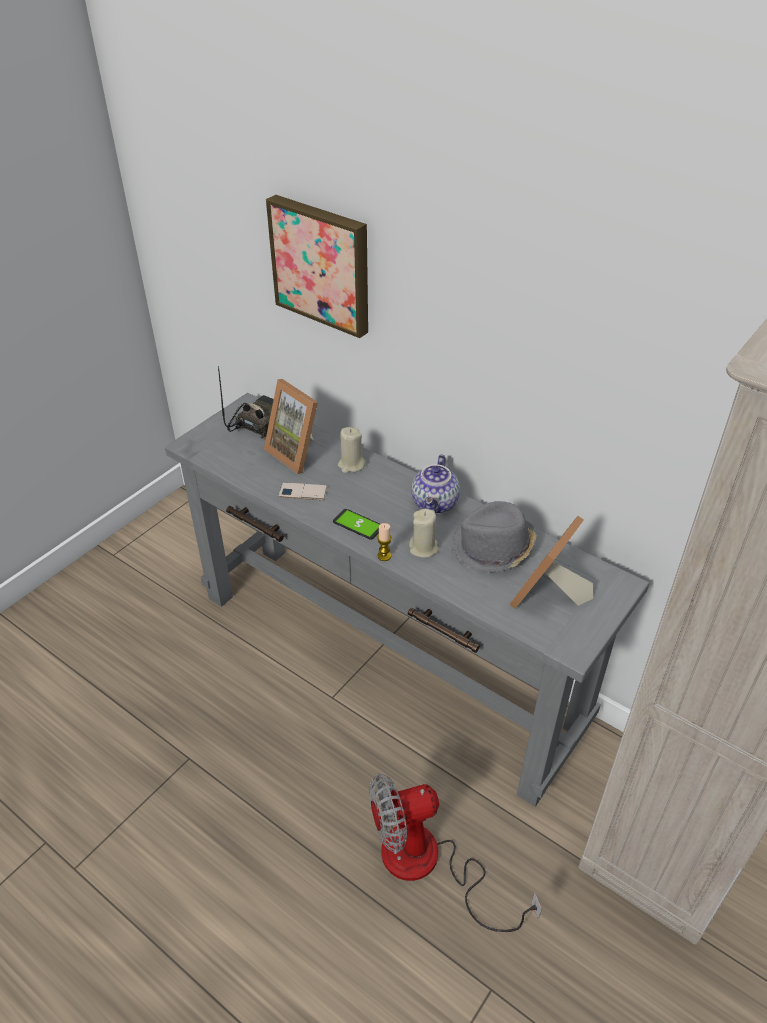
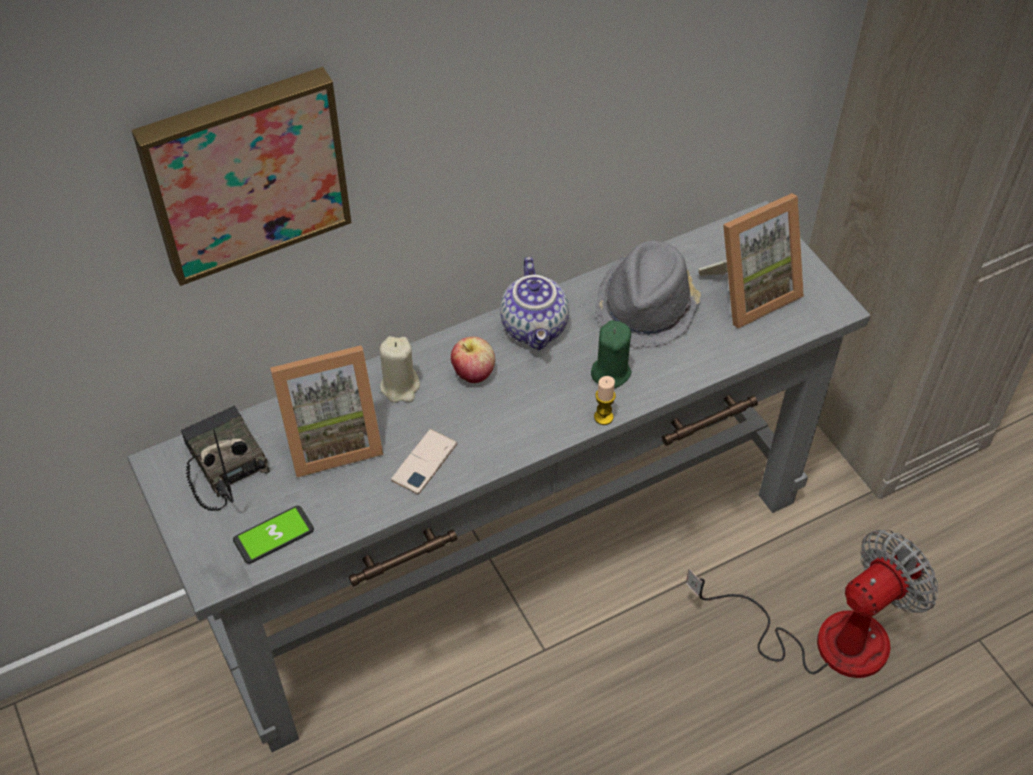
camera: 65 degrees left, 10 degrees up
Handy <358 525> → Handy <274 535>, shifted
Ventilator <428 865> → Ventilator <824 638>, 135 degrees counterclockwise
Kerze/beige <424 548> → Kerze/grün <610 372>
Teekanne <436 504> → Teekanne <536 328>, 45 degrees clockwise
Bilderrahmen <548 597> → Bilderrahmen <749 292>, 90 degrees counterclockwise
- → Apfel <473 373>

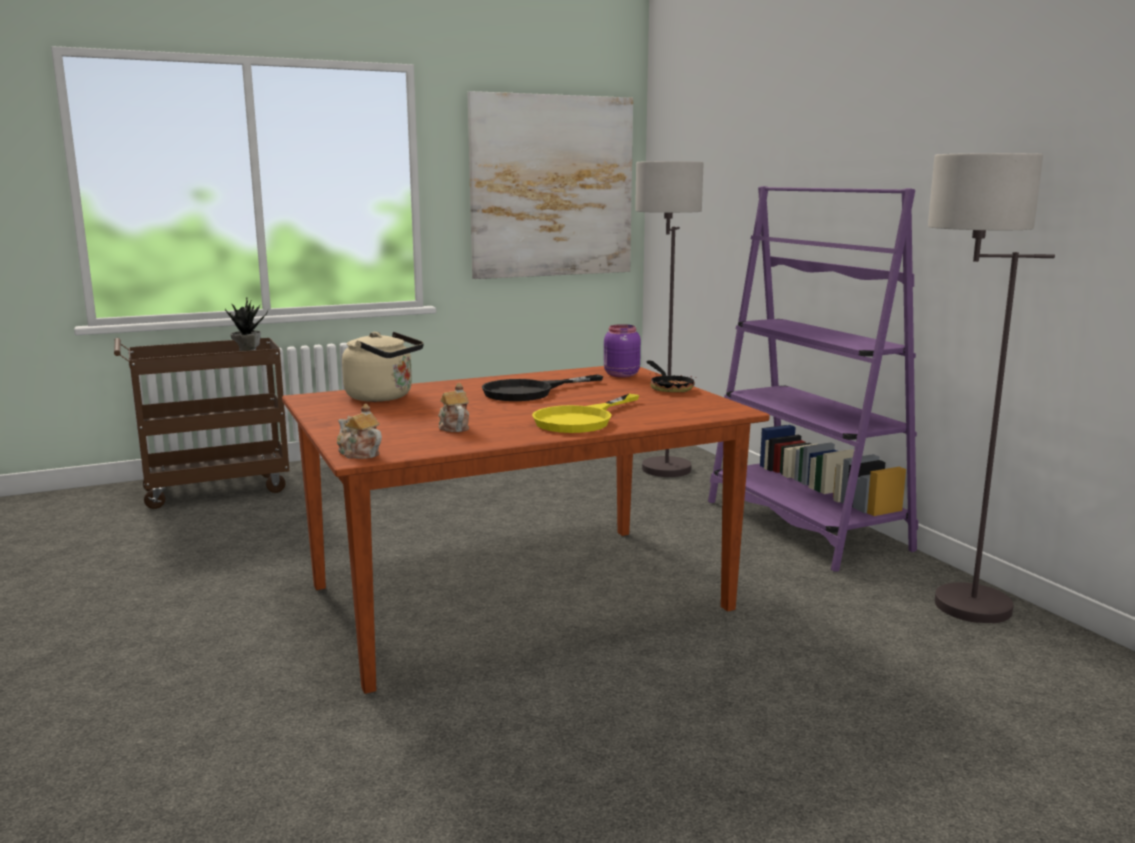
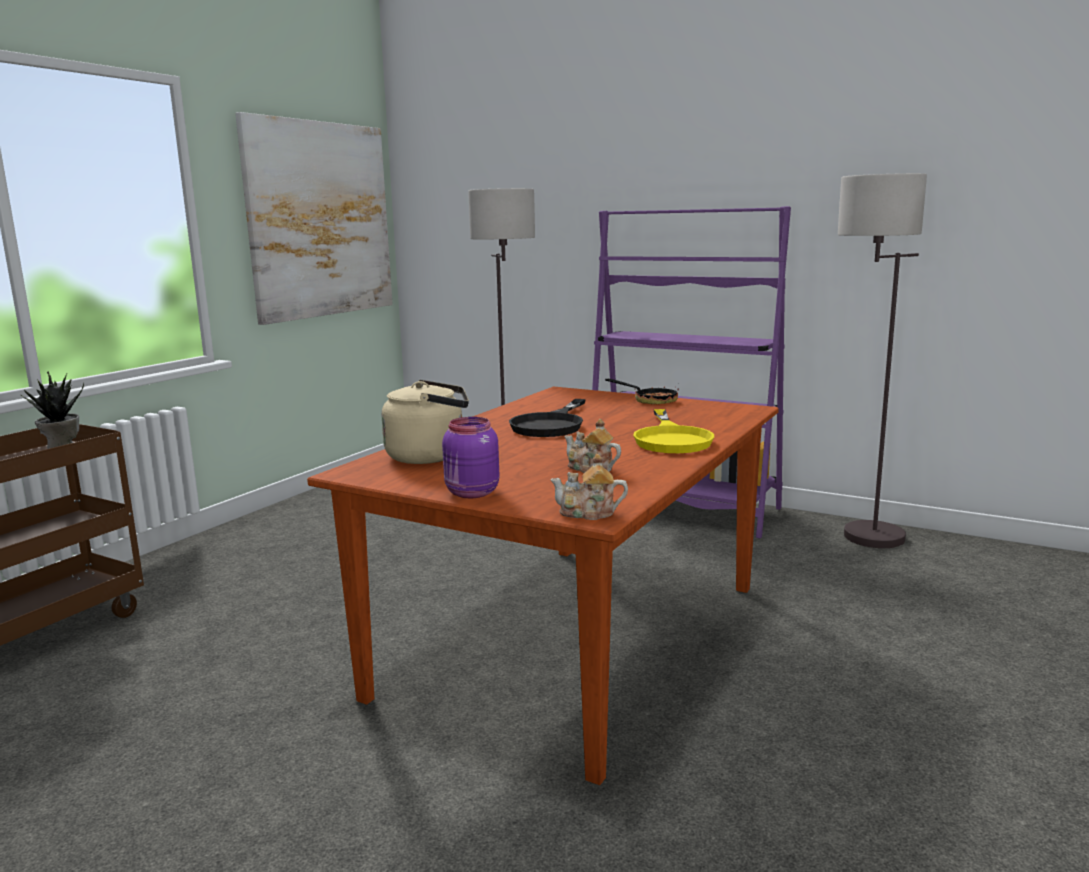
camera: 35 degrees left, 0 degrees up
Vorratsglas/lila <620 375> → Vorratsglas/lila <471 493>, shifted

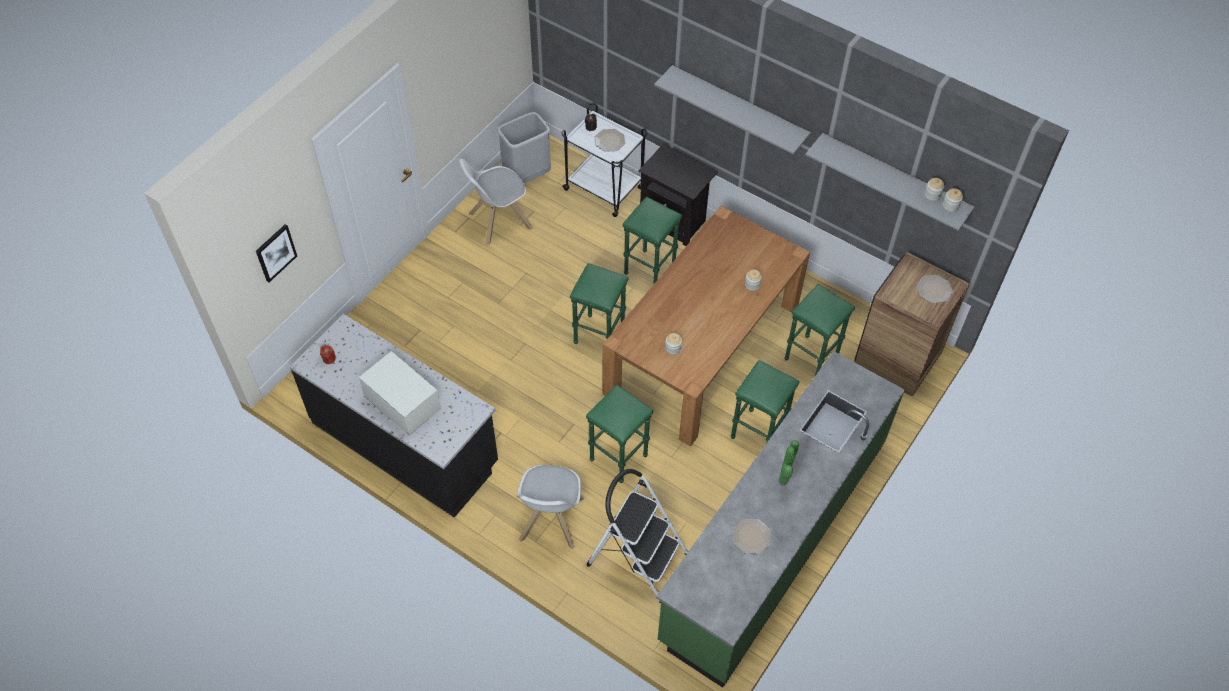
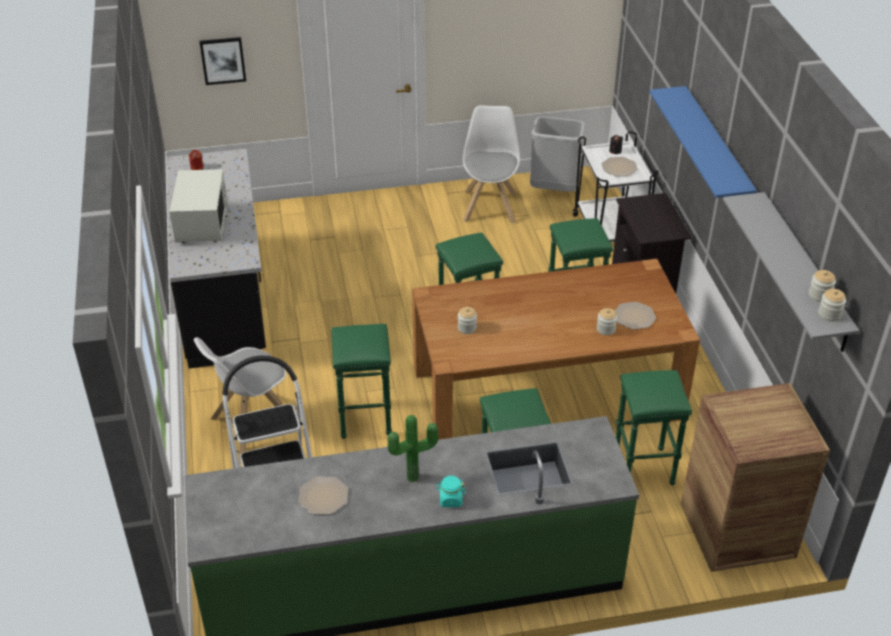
camera: 45 degrees right, 15 degrees down
Stuhl <498 221> → Stuhl <490 205>, 75 degrees clockwise
Wandregal/grau <738 108> → Wandregal/blau <716 149>
Teller <934 289> → Teller <634 316>, shifted
- → Vorratsglas/türkis <450 500>

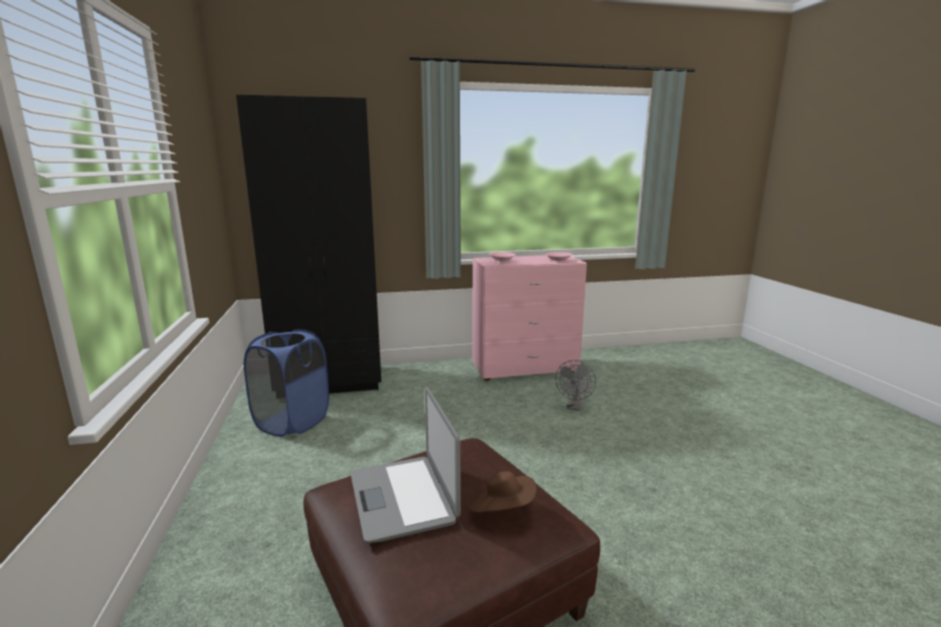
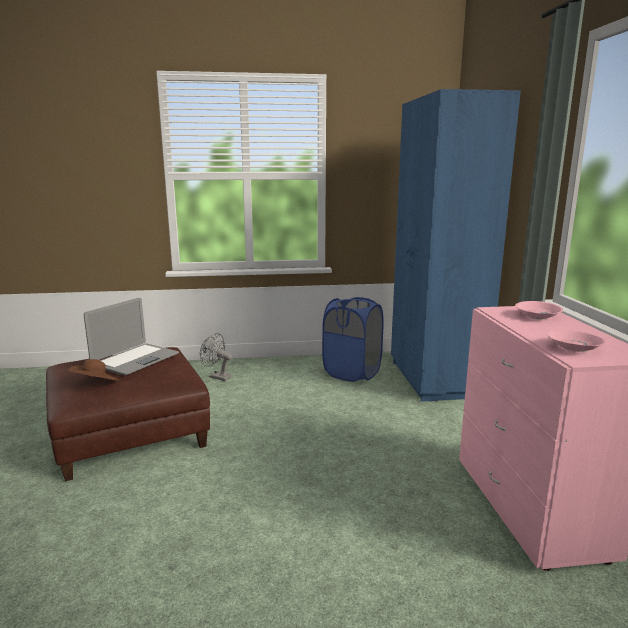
camera: 95 degrees right, 0 degrees up
Kleiderschrank/schwarz <331 382> → Kleiderschrank/blau <434 380>
Laptop <403 497> → Laptop <135 360>, 135 degrees clockwise
Ventilator/grau <575 407> → Ventilator/grau <217 377>, shifted

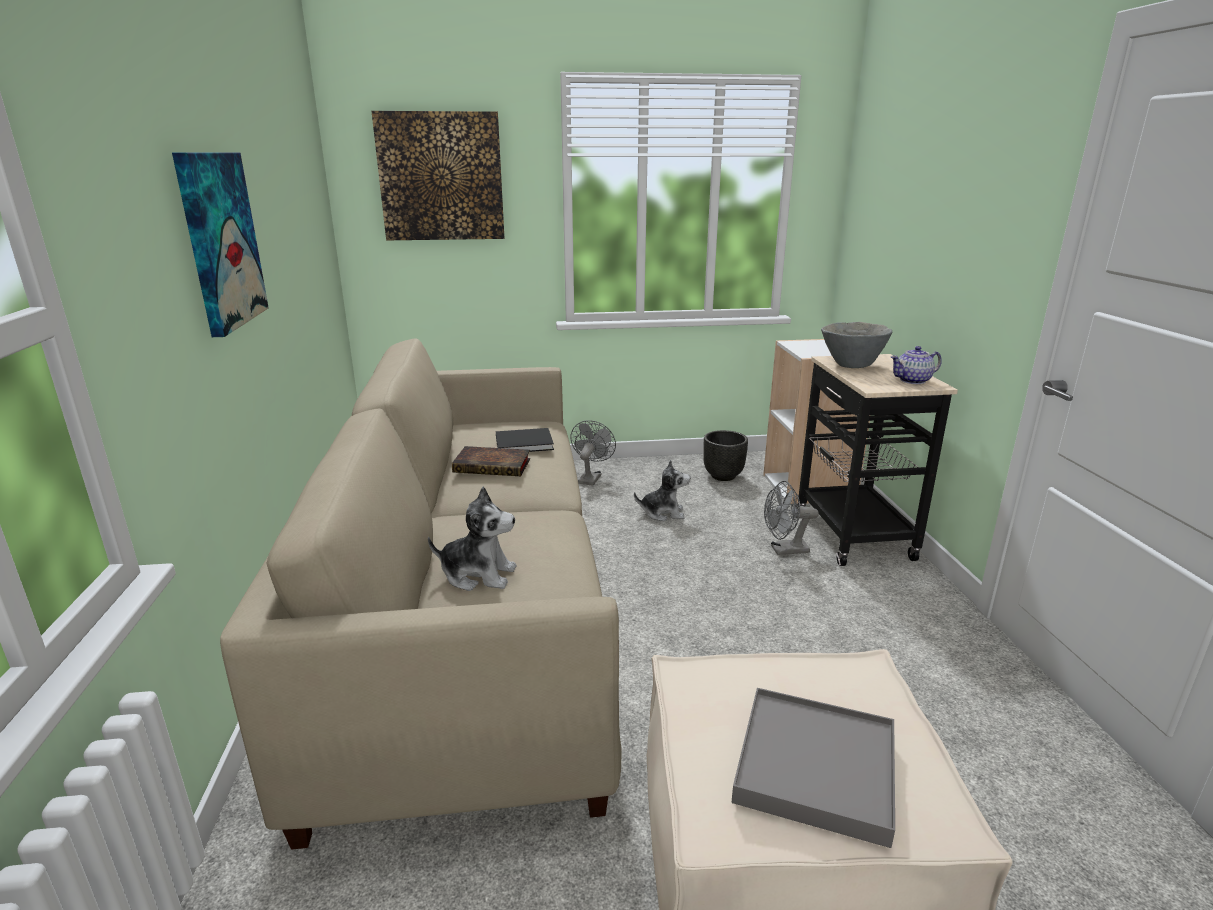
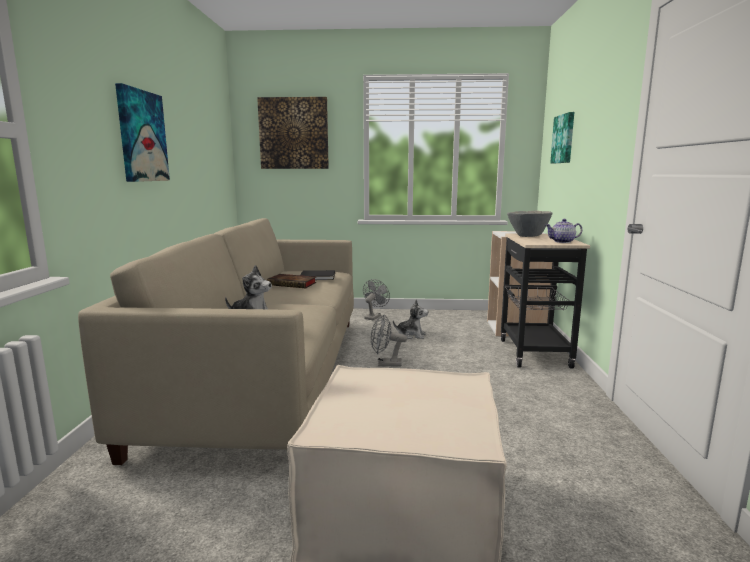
camera: 10 degrees right, 10 degrees down
Pflanzkübel/schwarz <723 476> → -
Tablett/grau <814 767> → -
Ventilator/grau <784 550> → Ventilator/grau <385 364>, shifted
- → Bild <564 139>

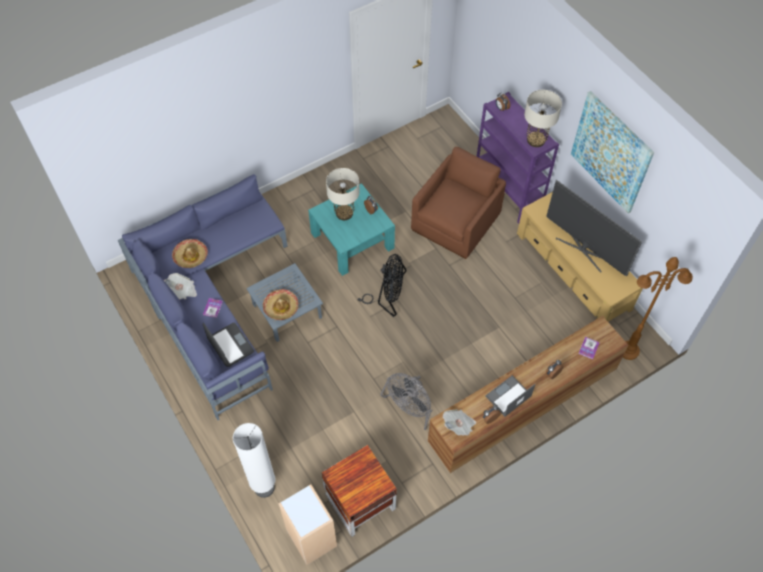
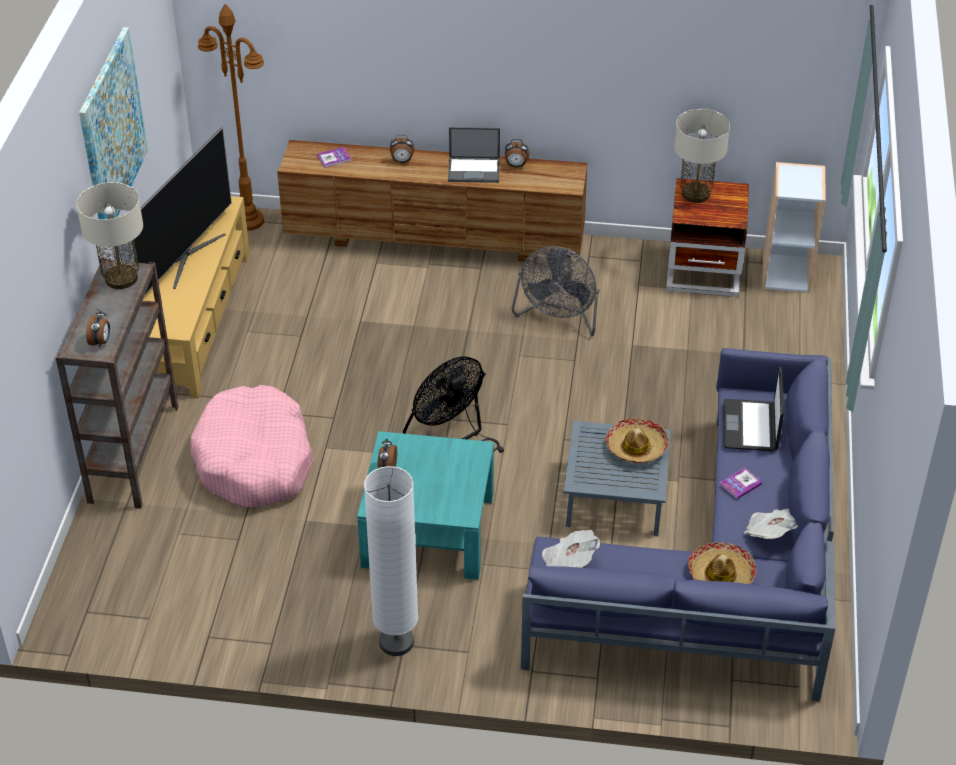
camera: 140 degrees left, 15 degrees down
Stehlampe/weiß <264 487> → Stehlampe/weiß <396 642>, shifted
Tischlampe <344 213> → Tischlampe <695 194>, shifted
Ventilator/grau <410 404> → Ventilator/grau <556 315>, 120 degrees clockwise
Sessel/braun <456 222> → Hundebett/rosa <255 461>
Zeitung <459 425> → Zeitung <568 561>, shifted
Bücherregal/lila <507 192> → Bücherregal/grau <133 453>
Fernseher <584 249> → Fernseher <187 257>, 150 degrees counterclockwise

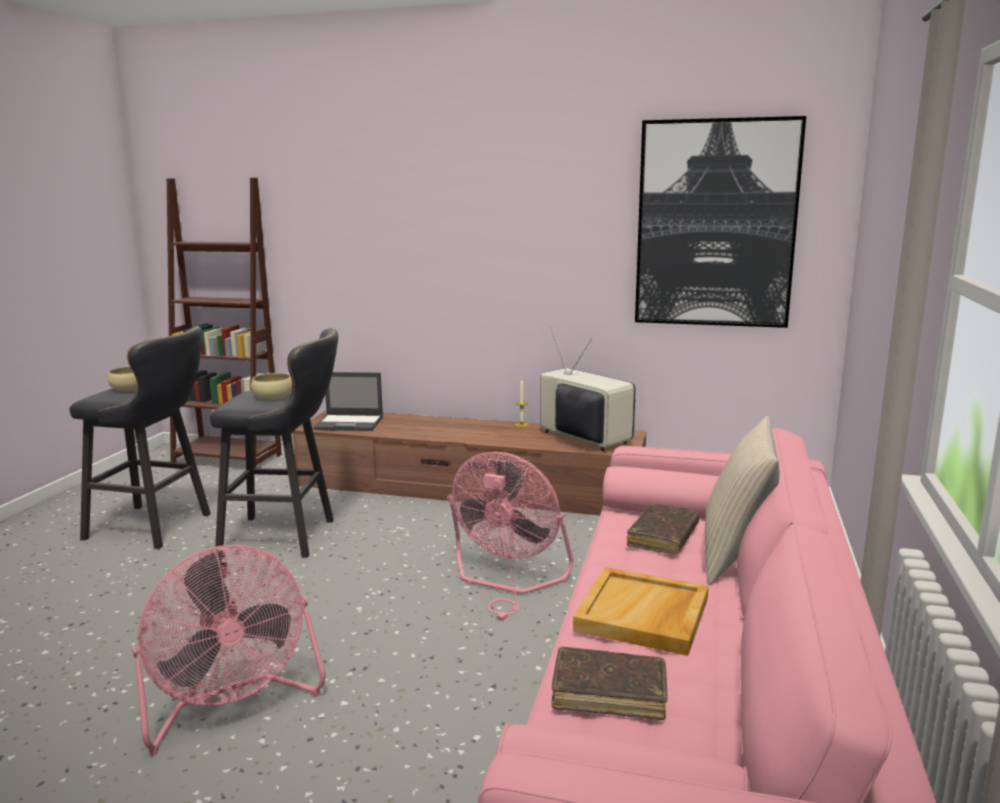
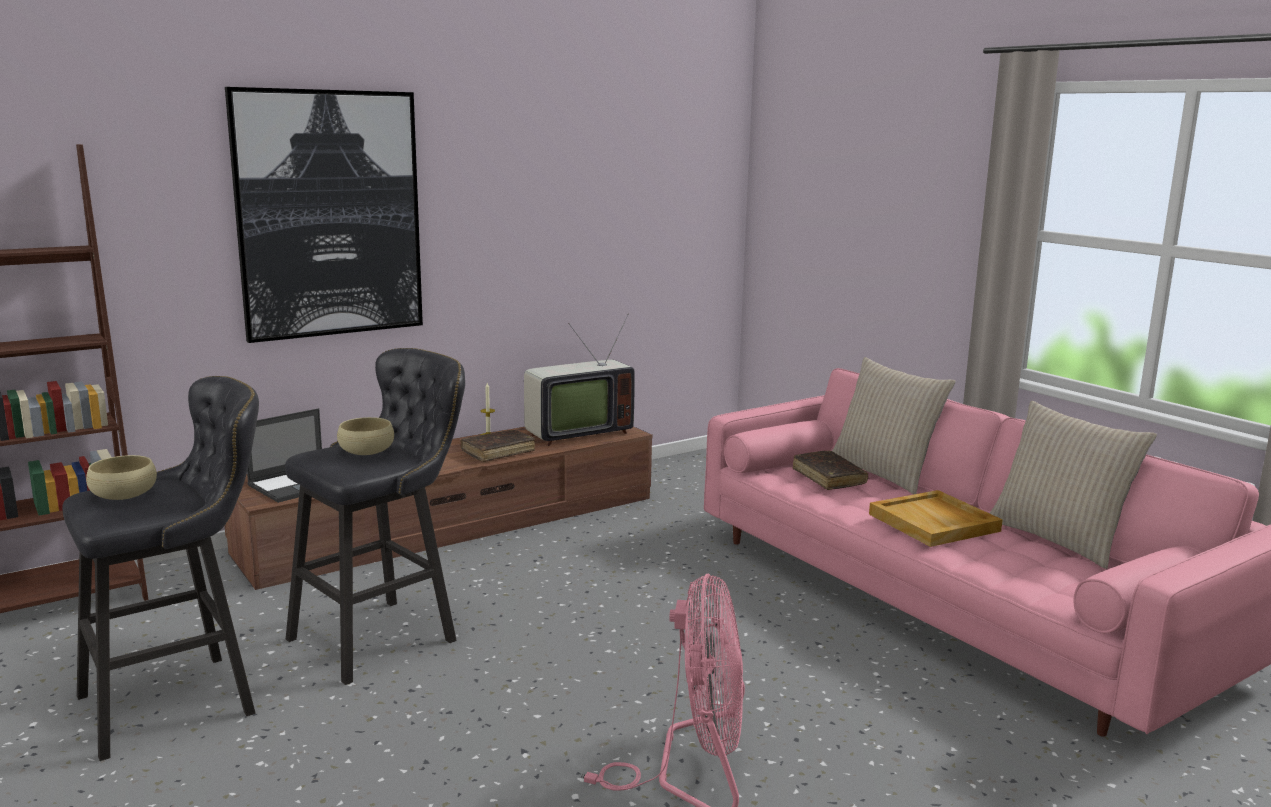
camera: 50 degrees left, 0 degrees up
Ventilator/rosa <504 581> → -
Fernseher <583 439> → Fernseher <575 433>, 150 degrees clockwise
Buch/braun <609 693> → Buch/braun <498 452>, shifted
Bild <715 224> → Bild <329 214>, shifted
- → Kissen/beige <1058 539>

